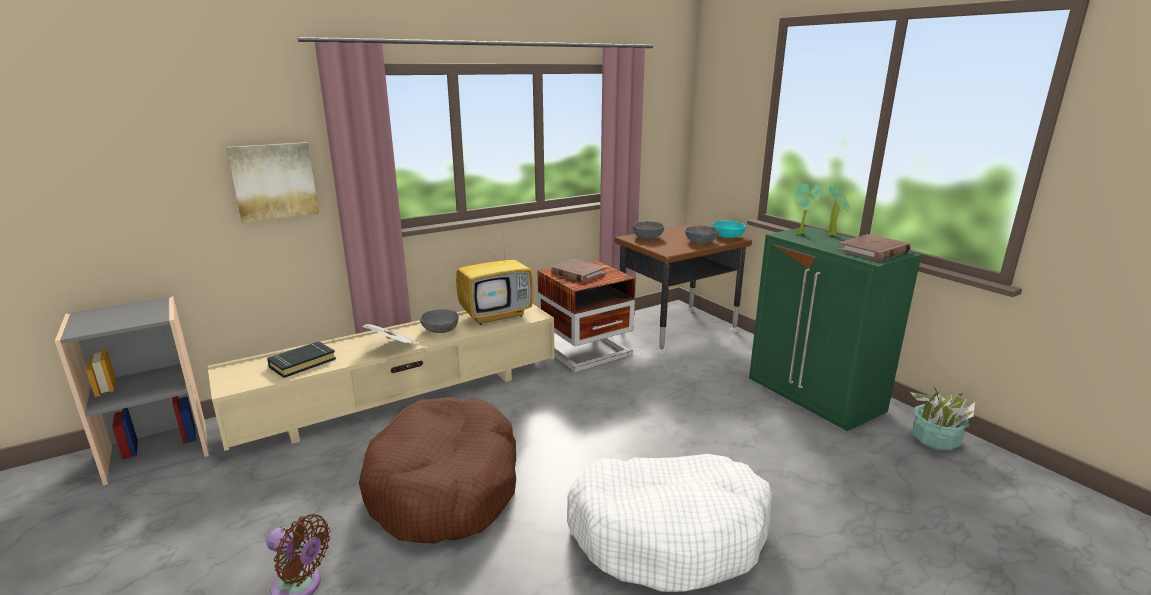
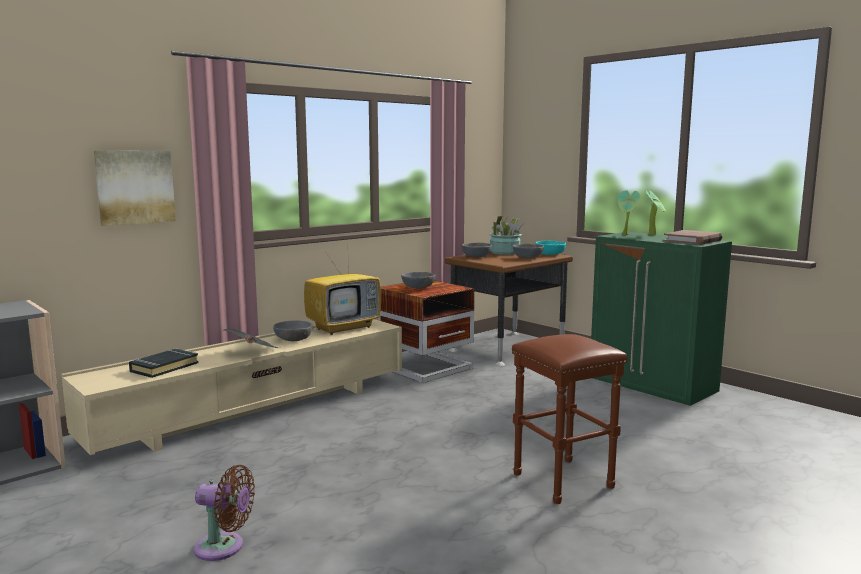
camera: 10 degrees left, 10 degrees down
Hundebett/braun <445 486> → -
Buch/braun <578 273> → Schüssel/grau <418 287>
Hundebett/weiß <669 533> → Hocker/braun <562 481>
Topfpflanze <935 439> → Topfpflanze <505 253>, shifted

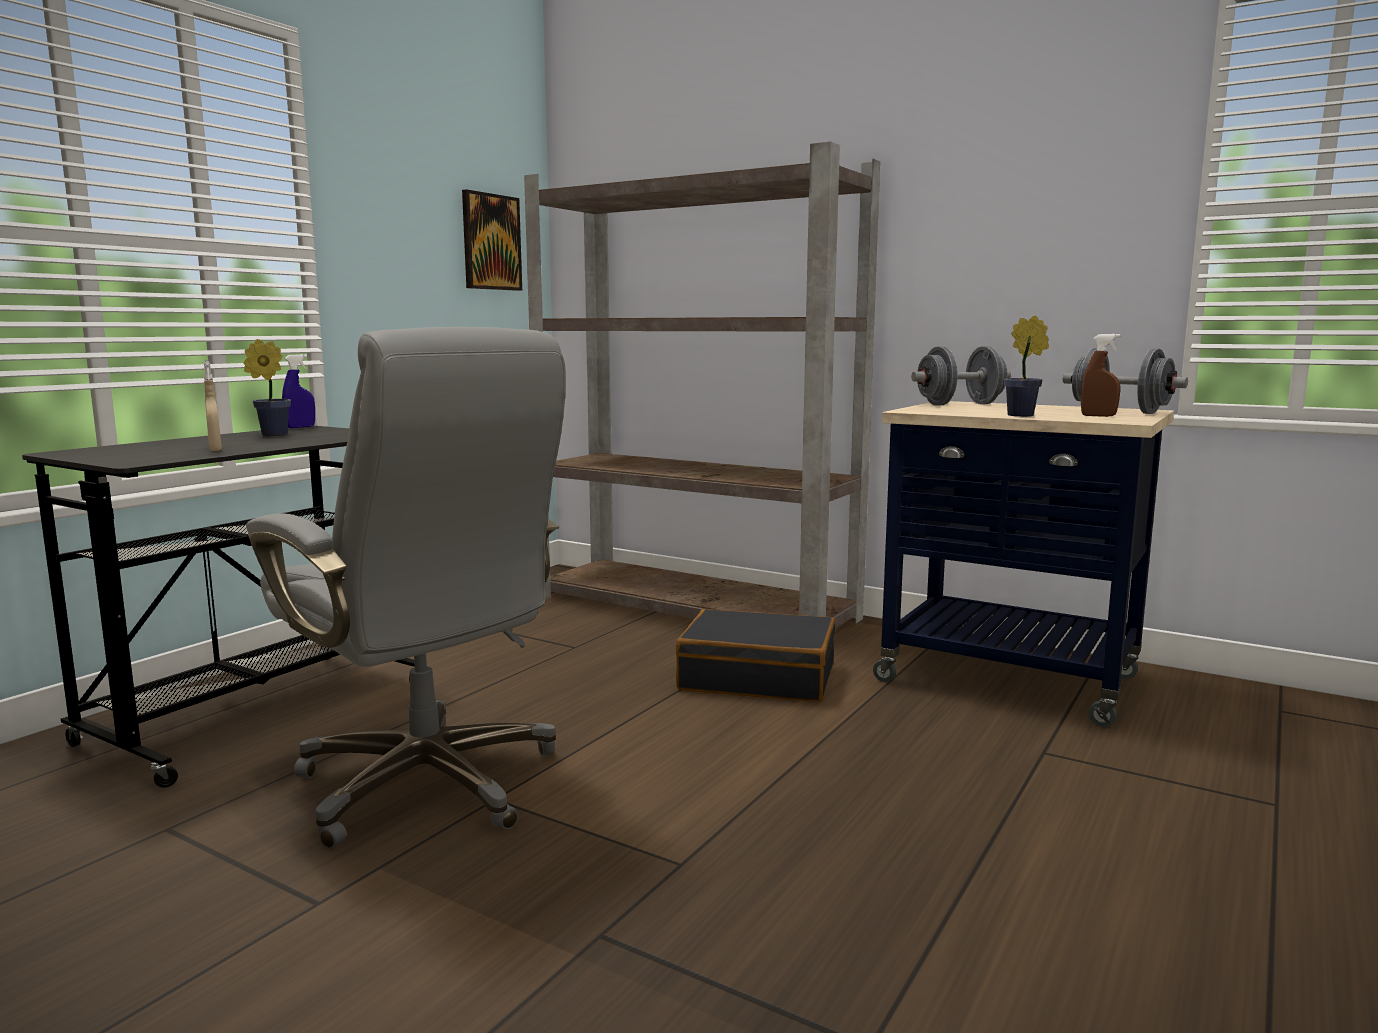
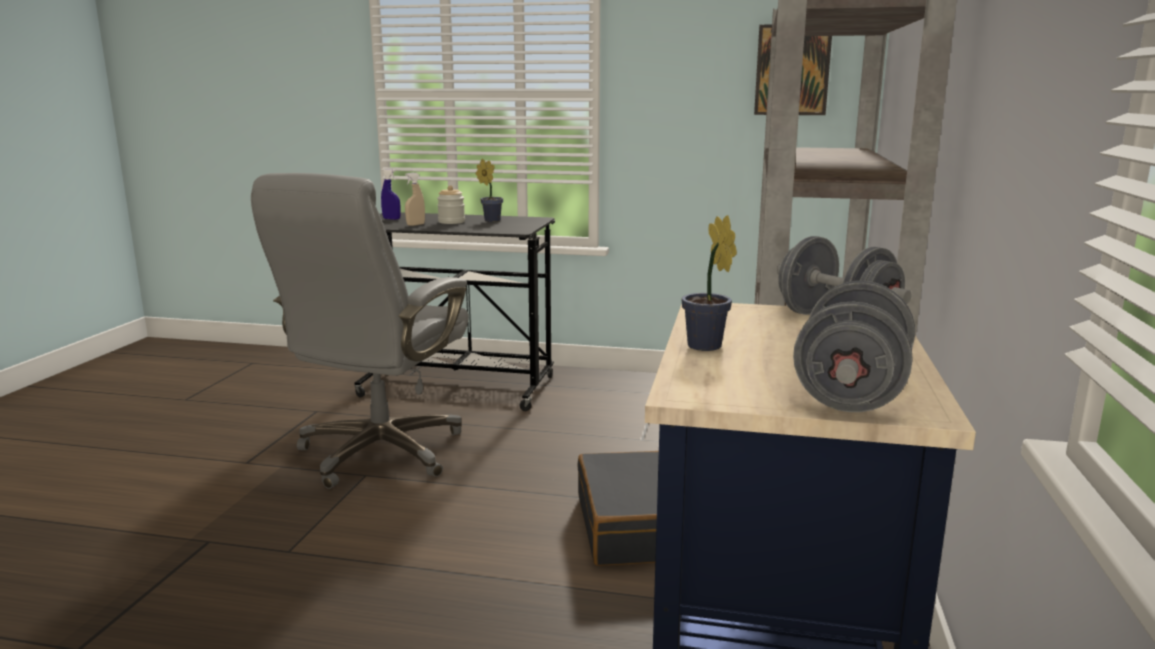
camera: 70 degrees right, 5 degrees up
Sprühflasche/blau <300 427> → Sprühflasche/blau <391 219>, shifted
Sprühflasche/braun <1098 416> → -
- → Vorratsglas <451 222>

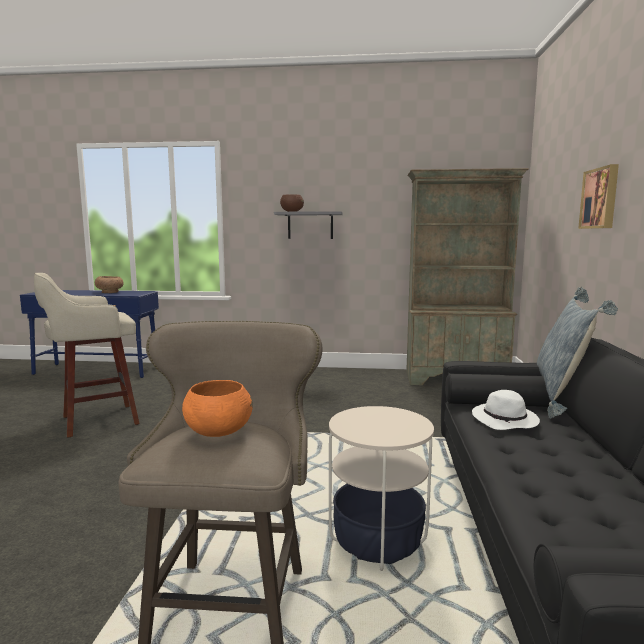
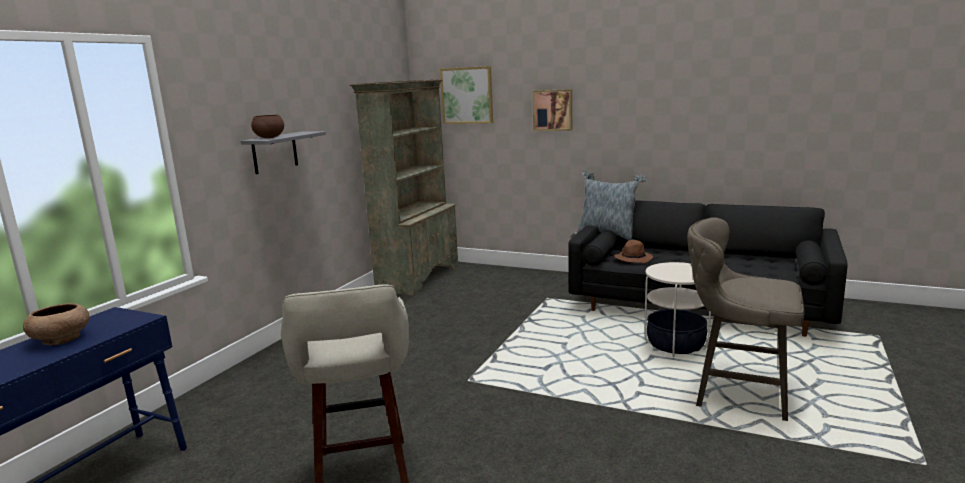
camera: 70 degrees left, 5 degrees up
Schüssel/orange <218 432> → -
Hut/weiß <505 421> → Hut/braun <633 258>
- → Bild <467 95>

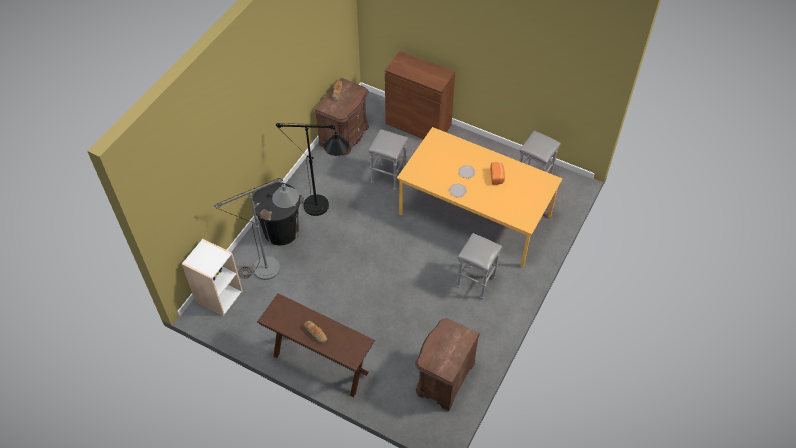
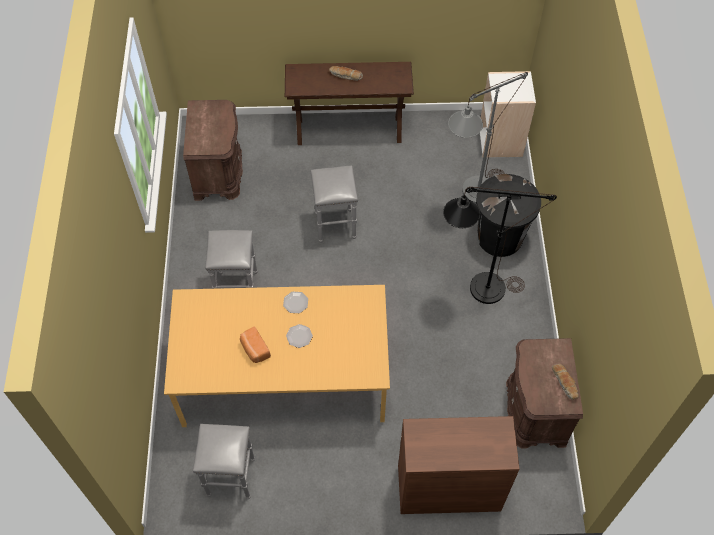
camera: 150 degrees right, 5 degrees up
Hocker/grau <388 176> → Hocker/grau <336 226>, shifted

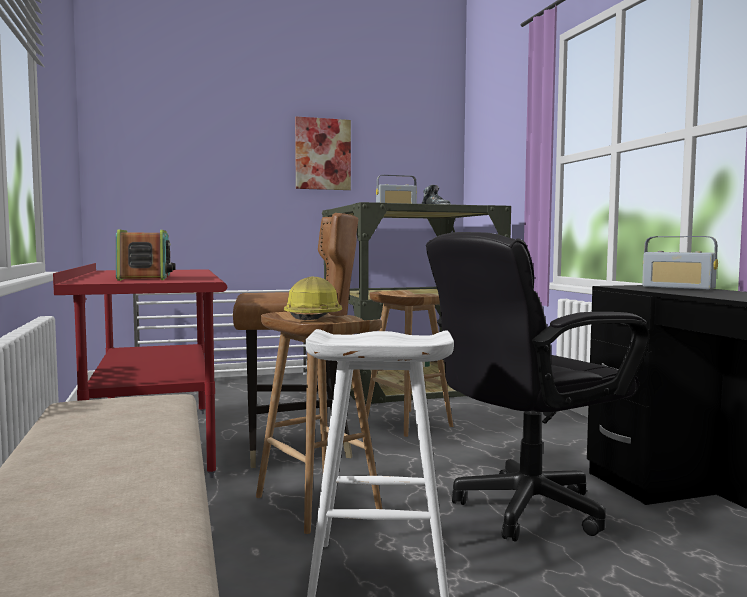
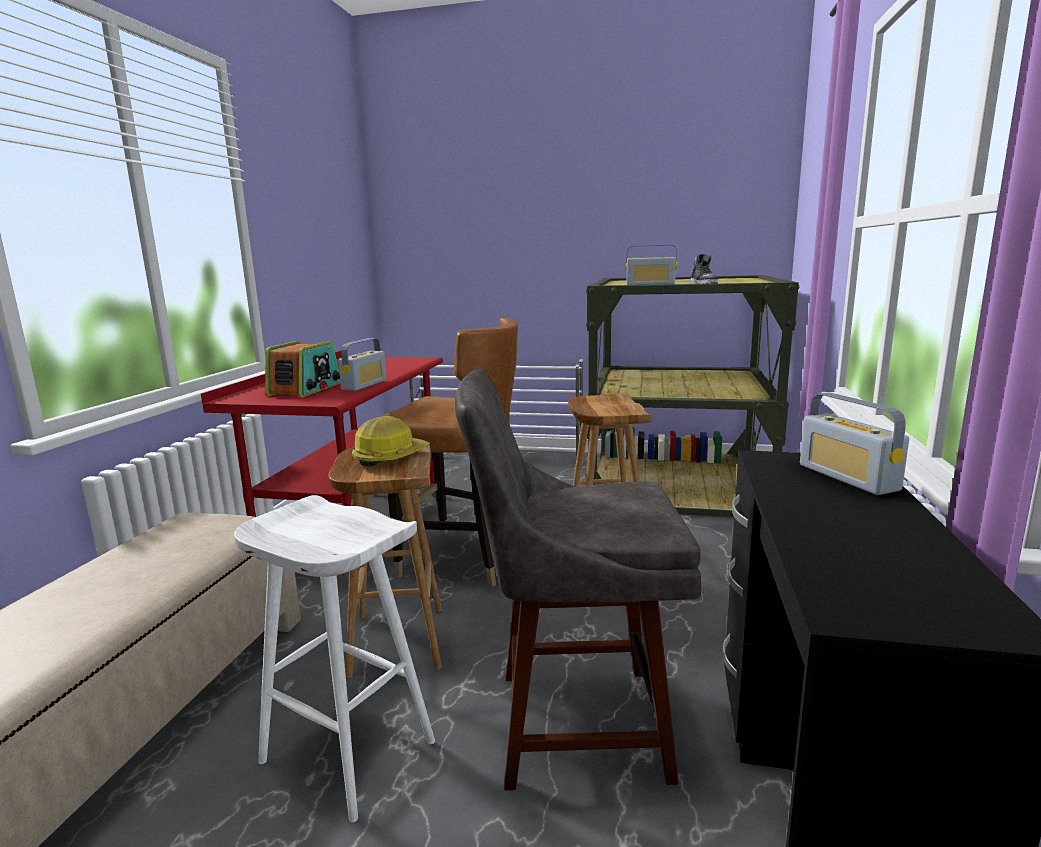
camera: 30 degrees right, 10 degrees up
Bild <323 154> → -
Bürostuhl/schwarz <523 513> → Hocker/grau <572 723>
- → Radio <364 385>

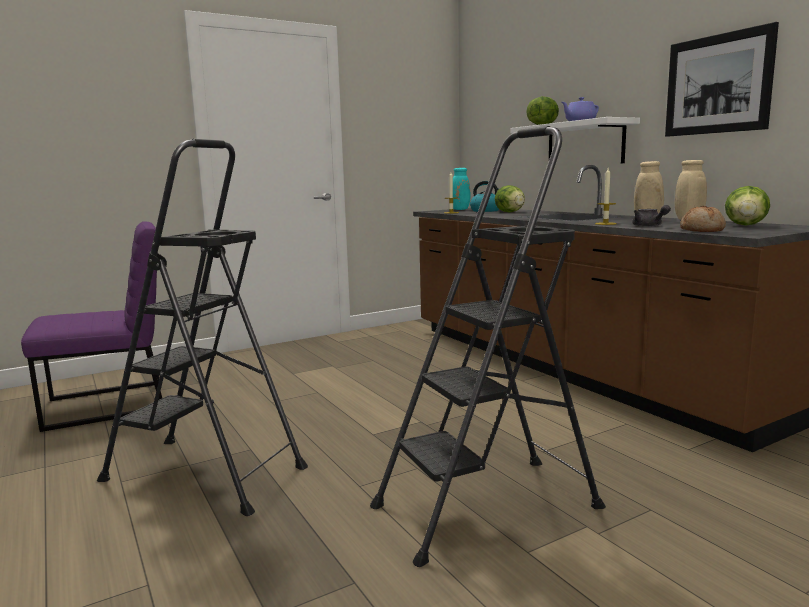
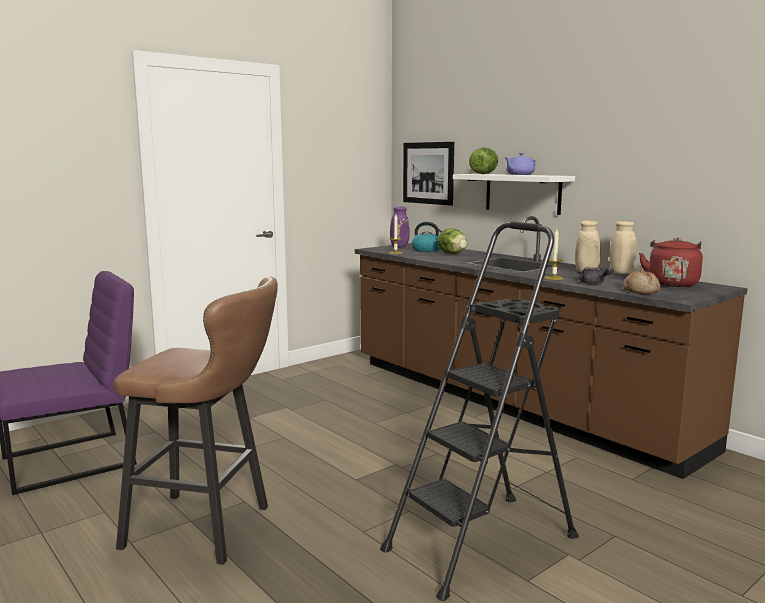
camera: 10 degrees left, 0 degrees up
Trittleiter <206 473> → Hocker/braun <212 529>
Vase/türkis <461 209> → Vase/lila <400 246>
Bild <717 84> → Bild <428 173>, shifted
Salatkopf <745 225> → Wasserkessel/rot <672 283>

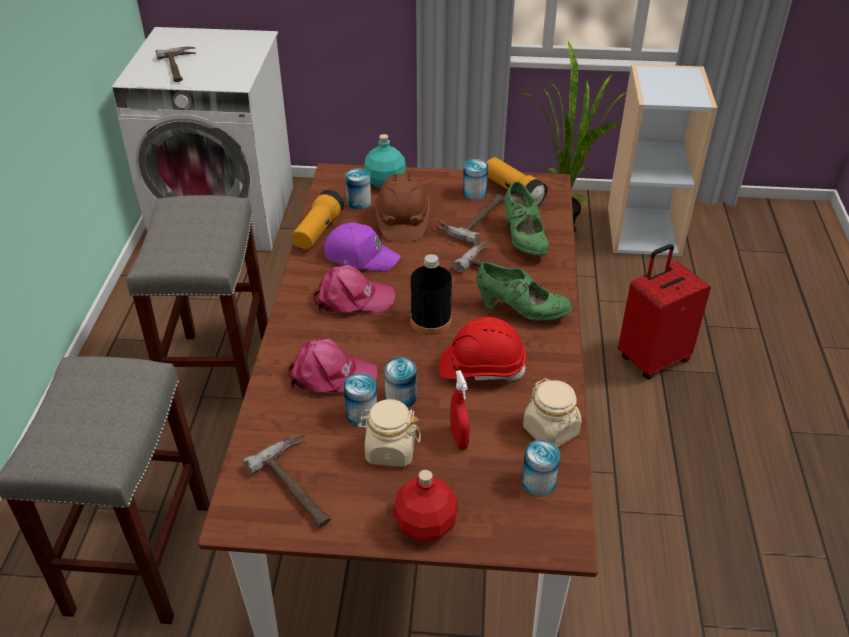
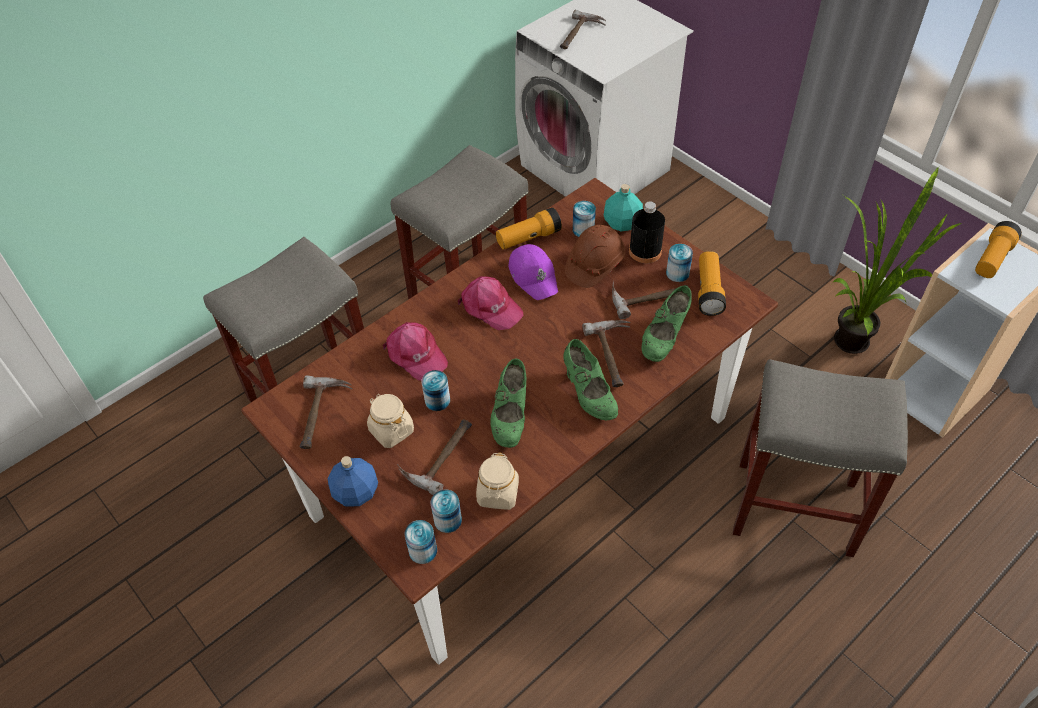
camera: 45 degrees right, 10 degrees up
Dose <361 414> → Dose <423 550>, shifted
Flasche/rot <424 525> → Flasche/blau <355 492>
Flasche/schwarz <430 320> → Flasche/schwarz <645 251>, shifted
Schutzhelm/rot <481 367> → Schuh/grün <510 416>
Sprühflasche/rot <459 438> → Hammer <438 454>
Koffer/rot <652 358> → Hocker/grau <796 506>
- → Taschenlampe <992 259>

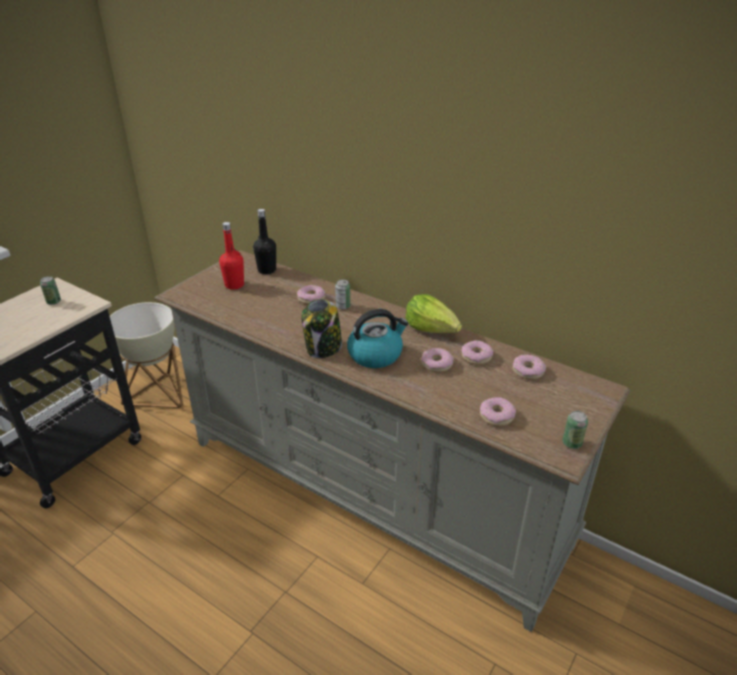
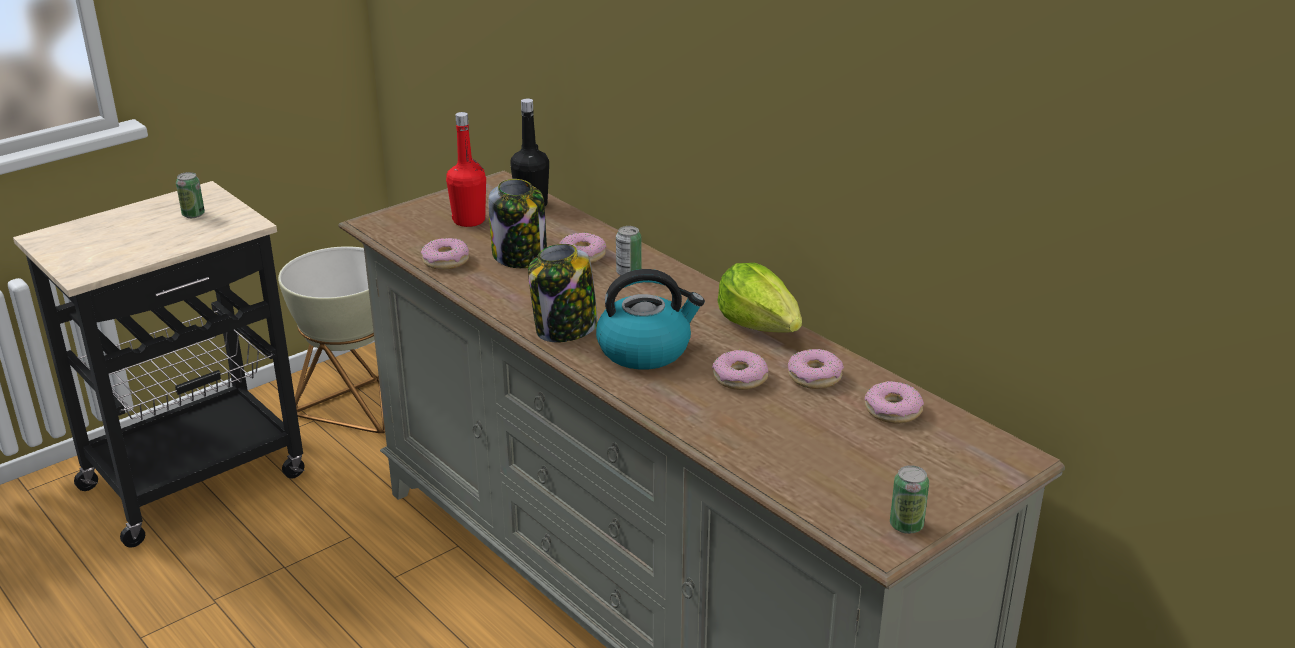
camera: 15 degrees right, 5 degrees down
Donut <497 416> → Donut <446 261>, shifted
- → Vorratsglas <520 256>

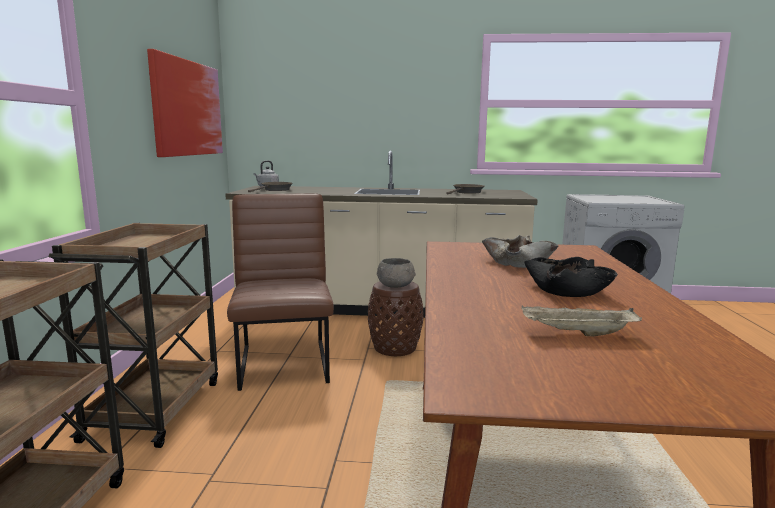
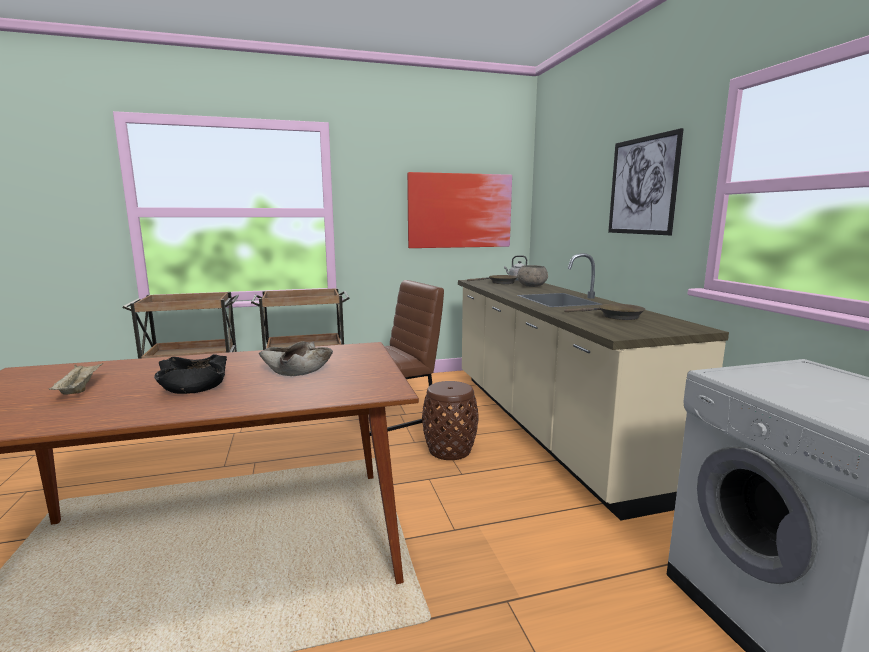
camera: 70 degrees right, 0 degrees up
Schüssel/grau <396 285> → Schüssel/grau <532 286>, shifted
- → Bild <642 186>

